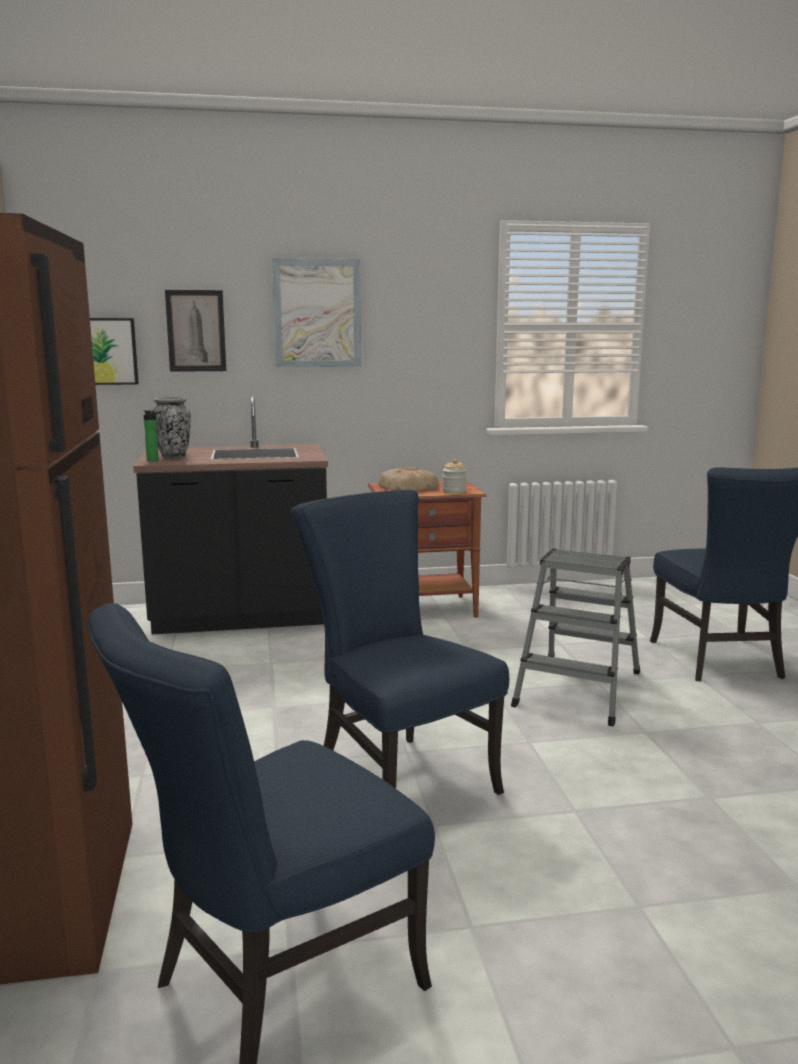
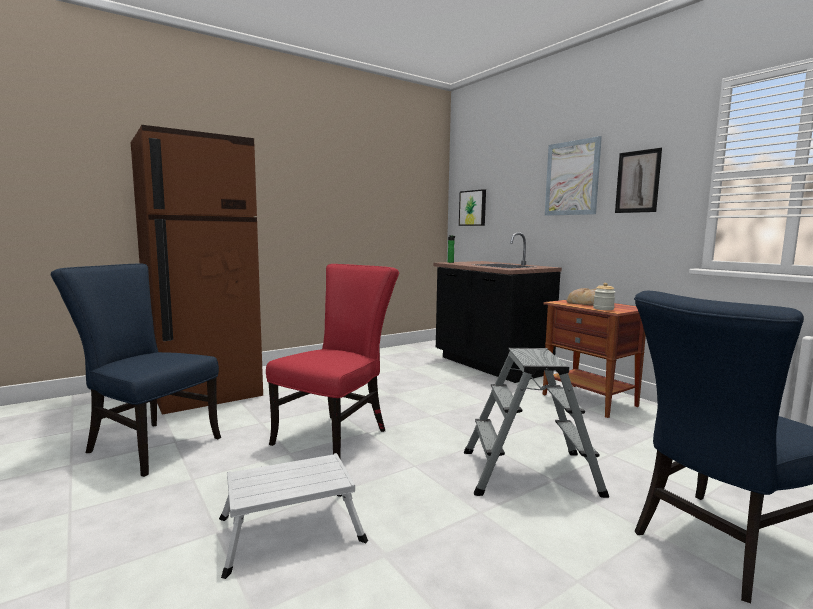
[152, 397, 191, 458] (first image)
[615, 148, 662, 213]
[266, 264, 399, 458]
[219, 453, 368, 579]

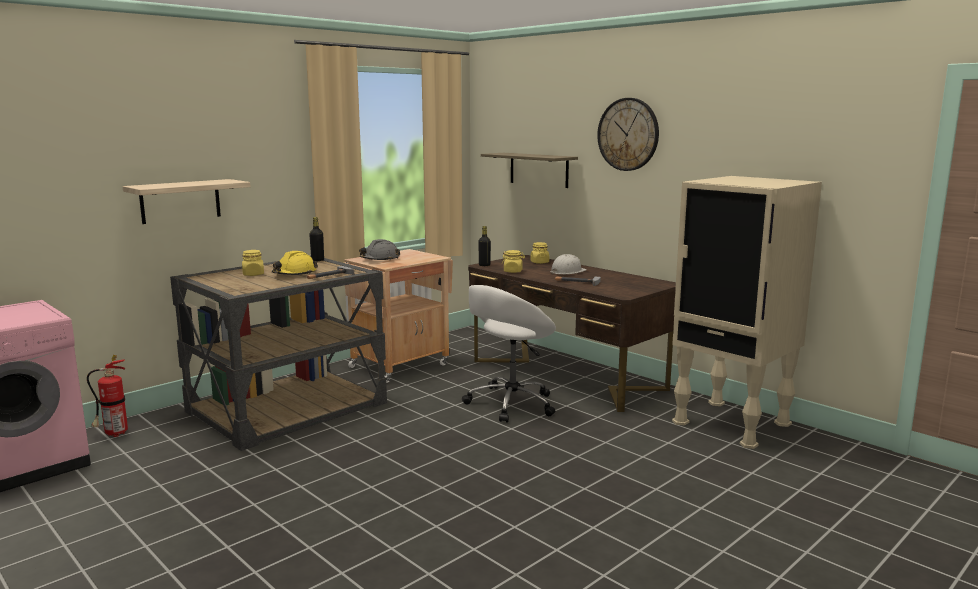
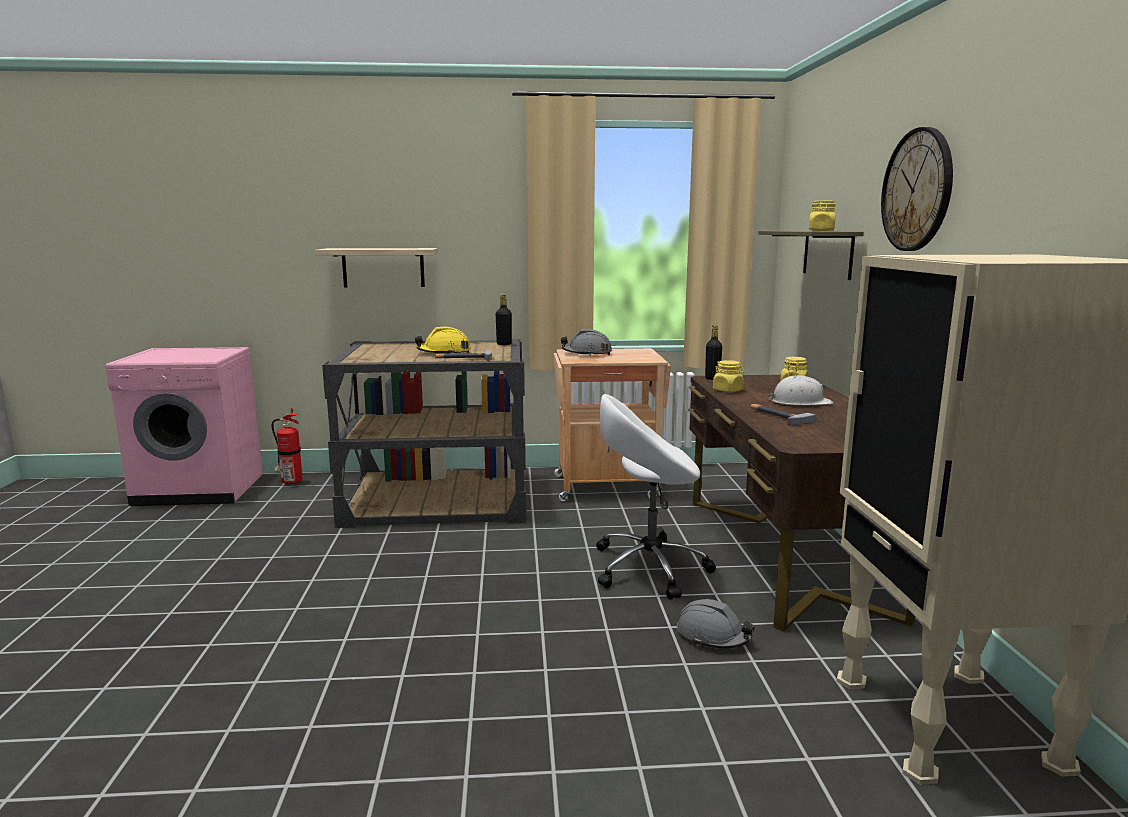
[809, 201, 836, 231]
[677, 599, 755, 649]

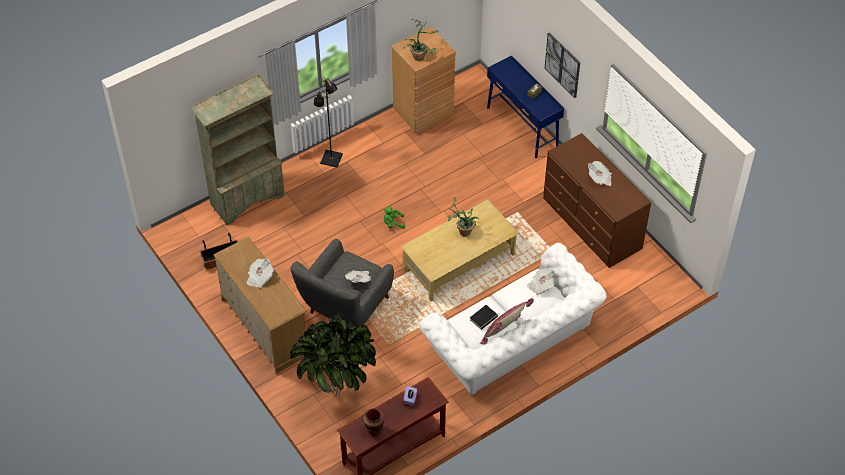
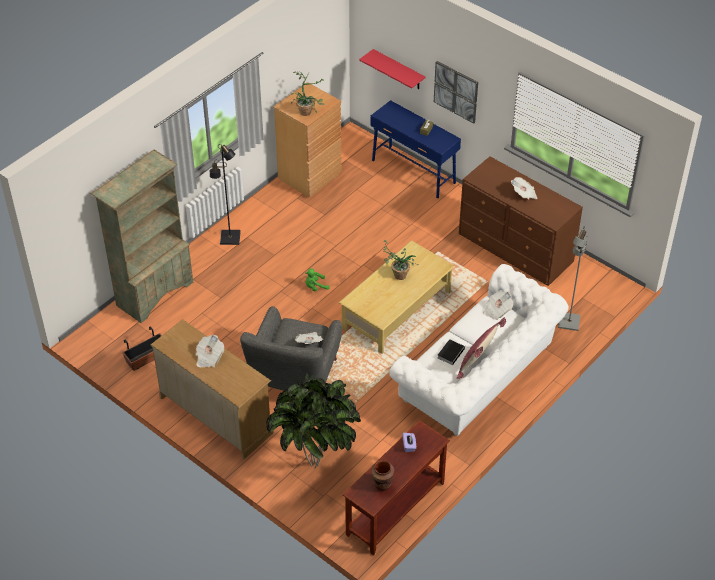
[359, 49, 426, 89]
[558, 226, 588, 331]

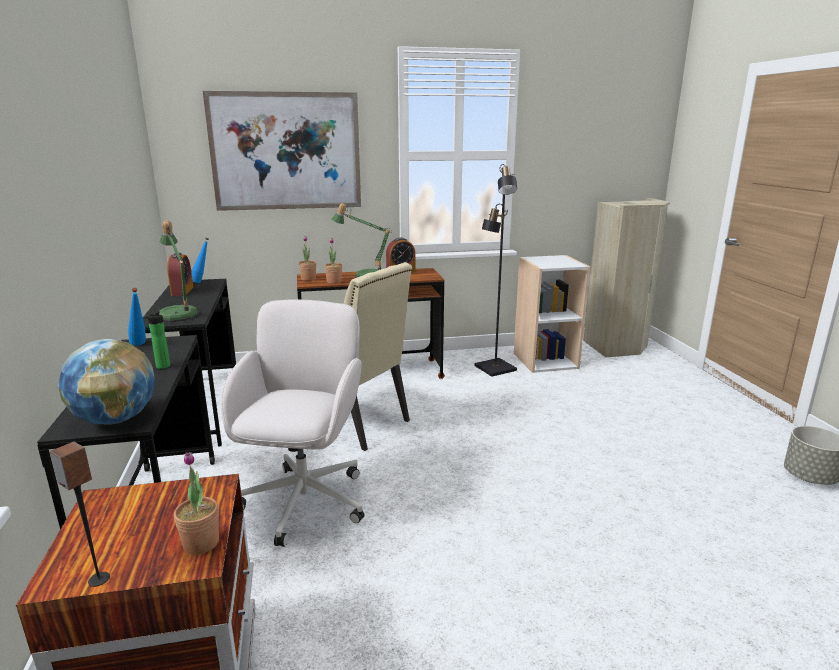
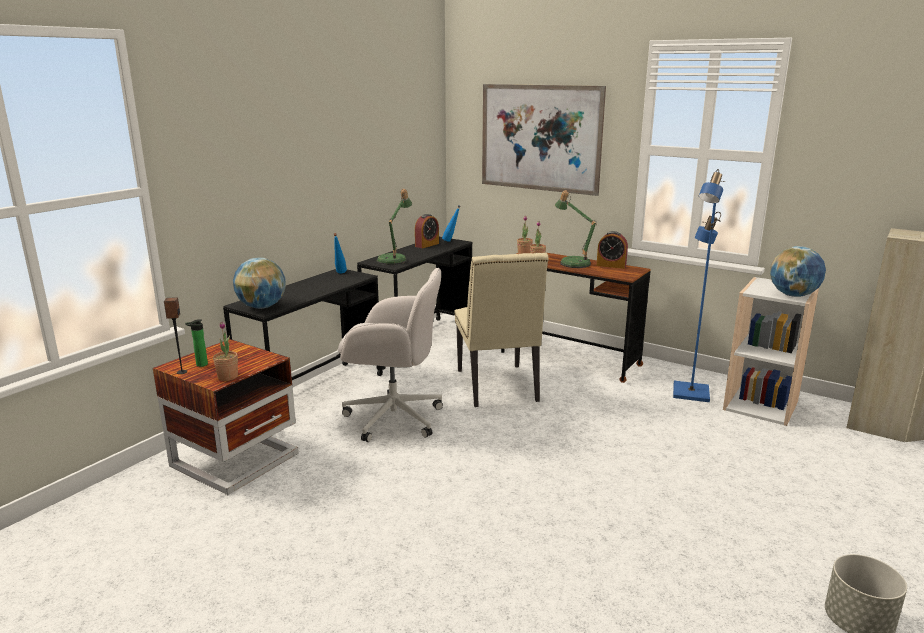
[185, 319, 208, 367]
[338, 268, 443, 442]
[673, 169, 725, 402]
[770, 246, 826, 297]

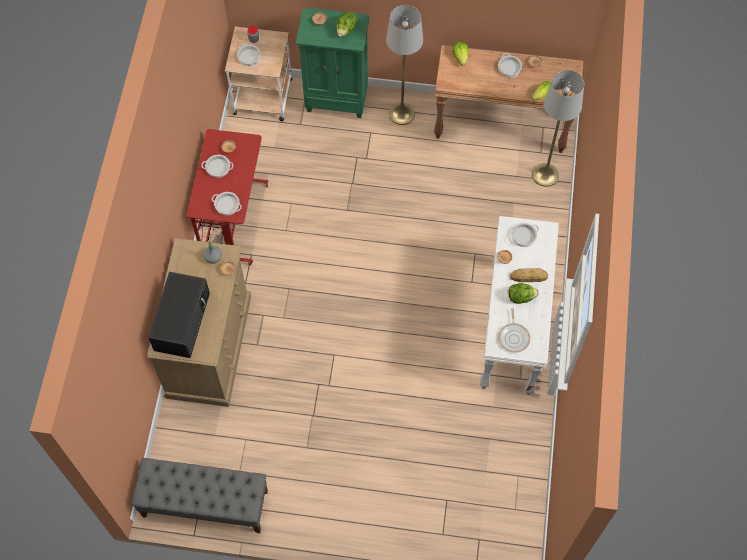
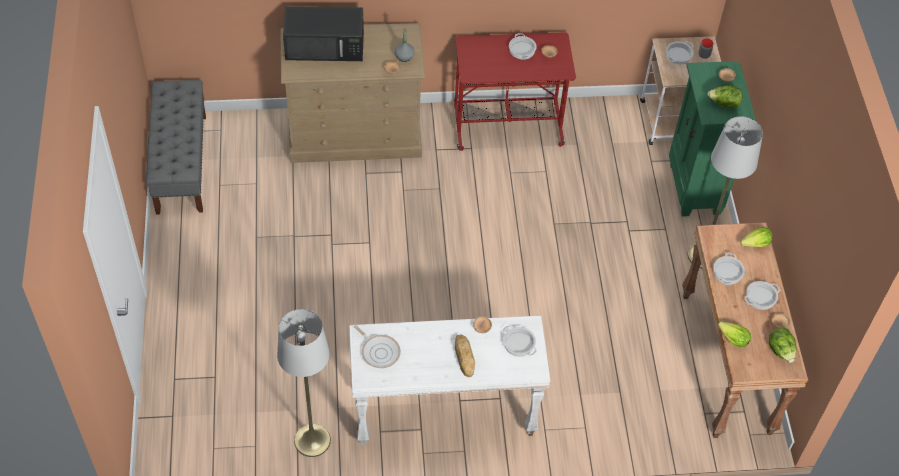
[713, 253, 745, 285]
[354, 325, 401, 368]
[769, 327, 797, 363]
[277, 309, 331, 457]

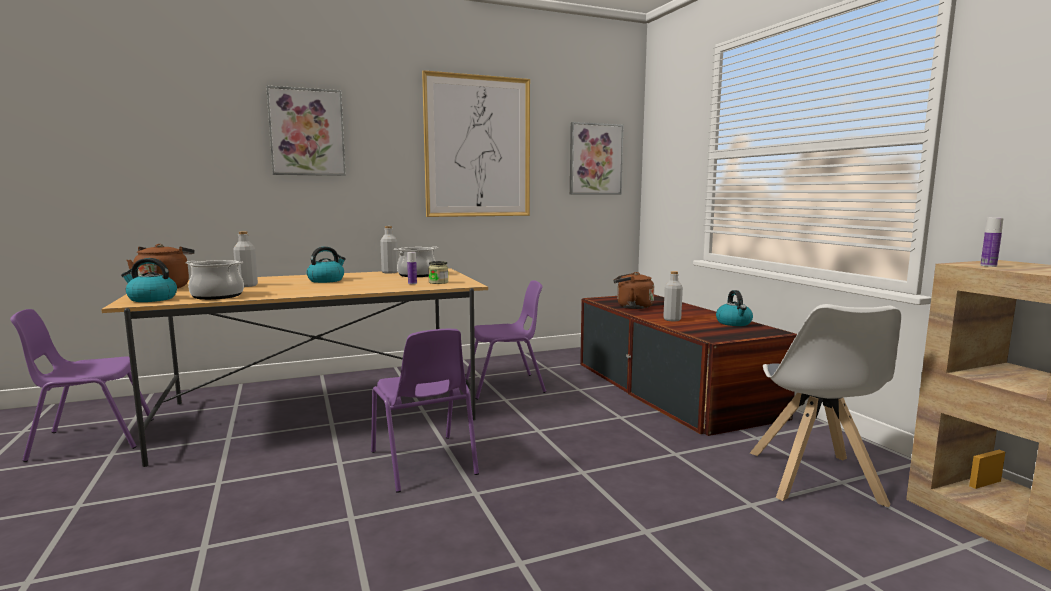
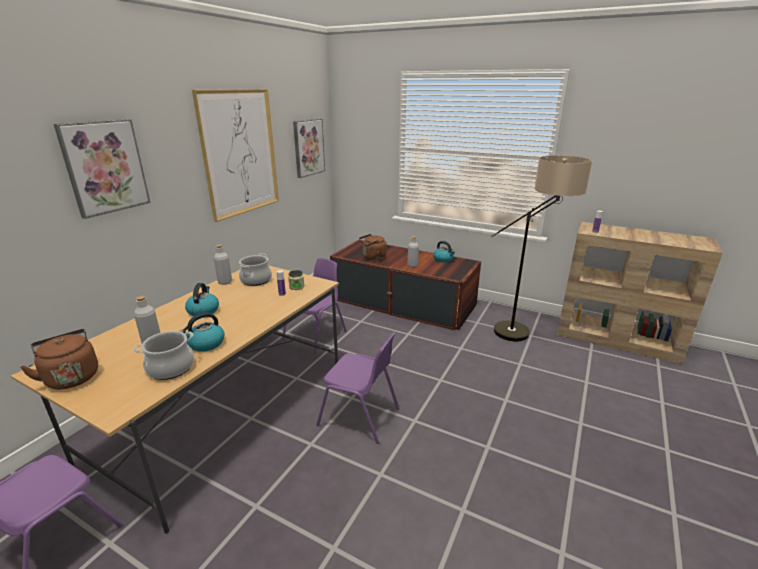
[180, 312, 224, 352]
[491, 156, 592, 342]

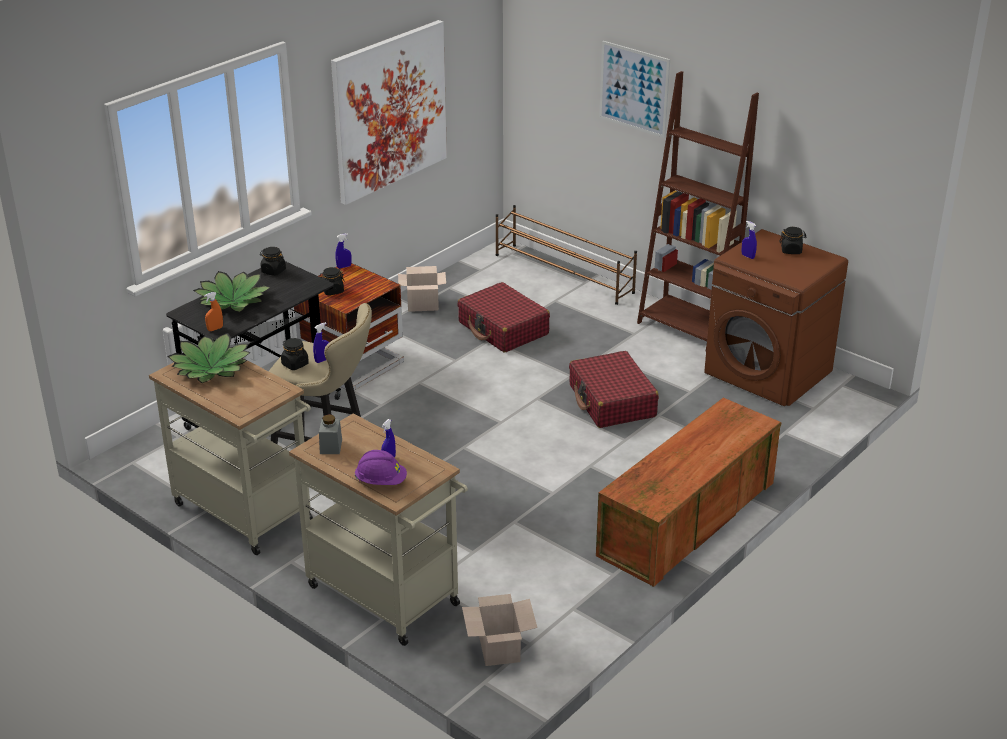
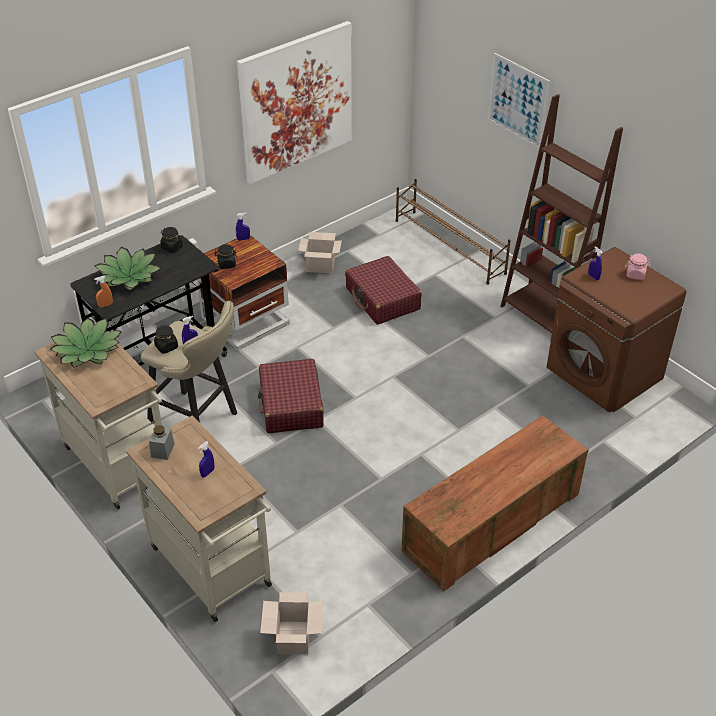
[354, 450, 407, 485] (first image)
[258, 359, 324, 433]
[625, 254, 651, 280]

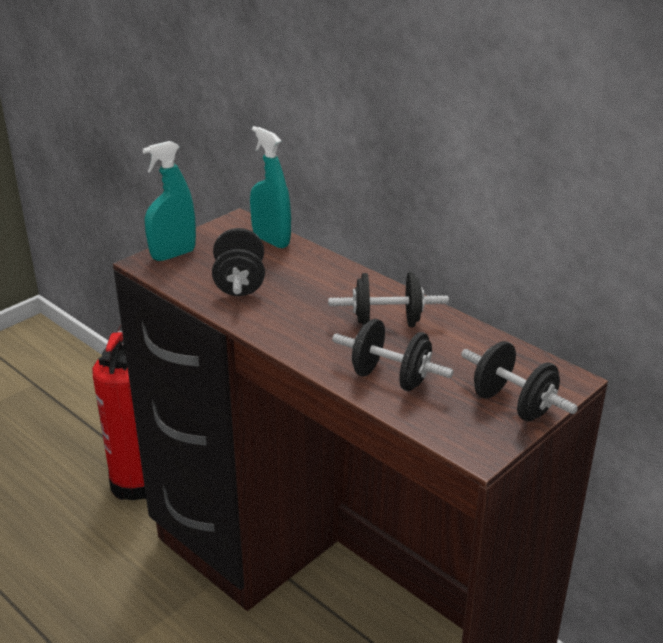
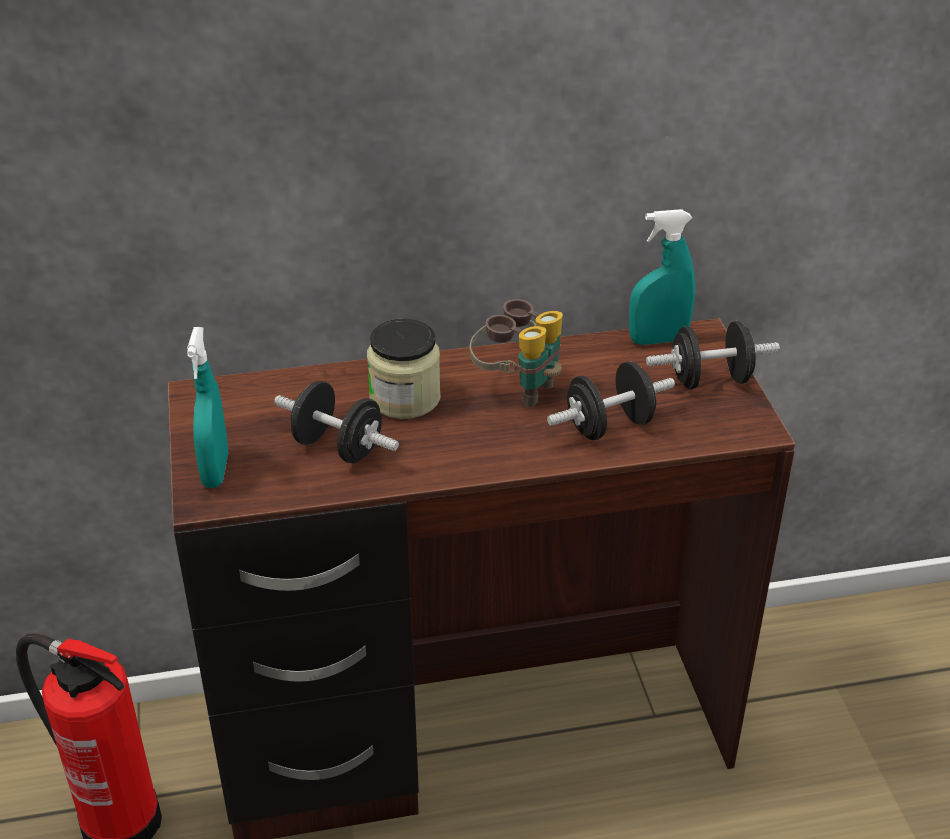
[629, 209, 695, 345]
[470, 299, 563, 407]
[367, 319, 441, 419]

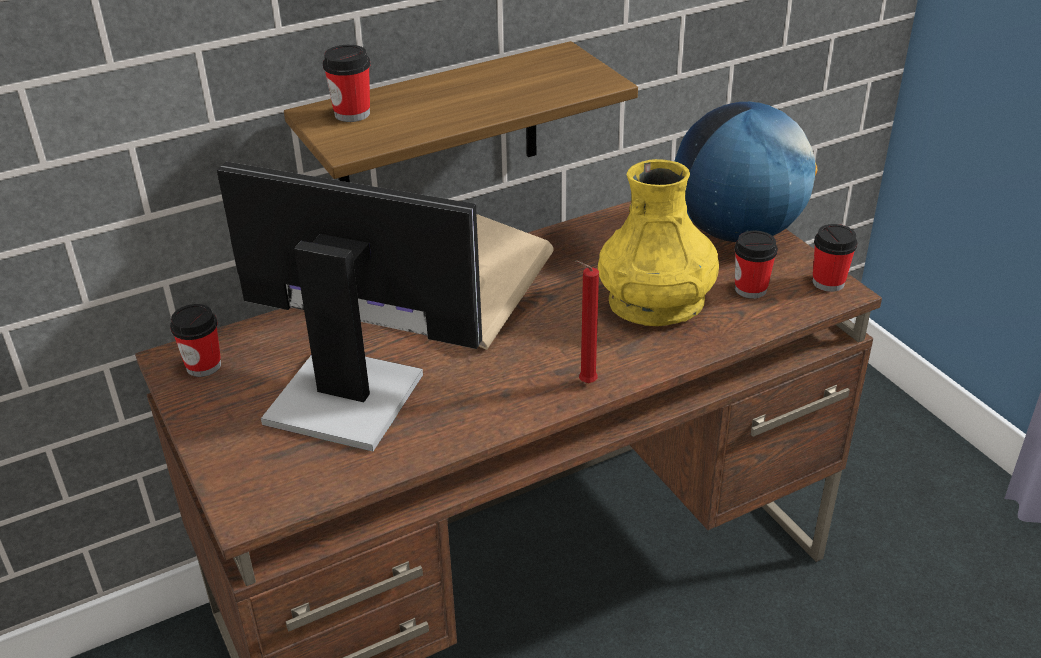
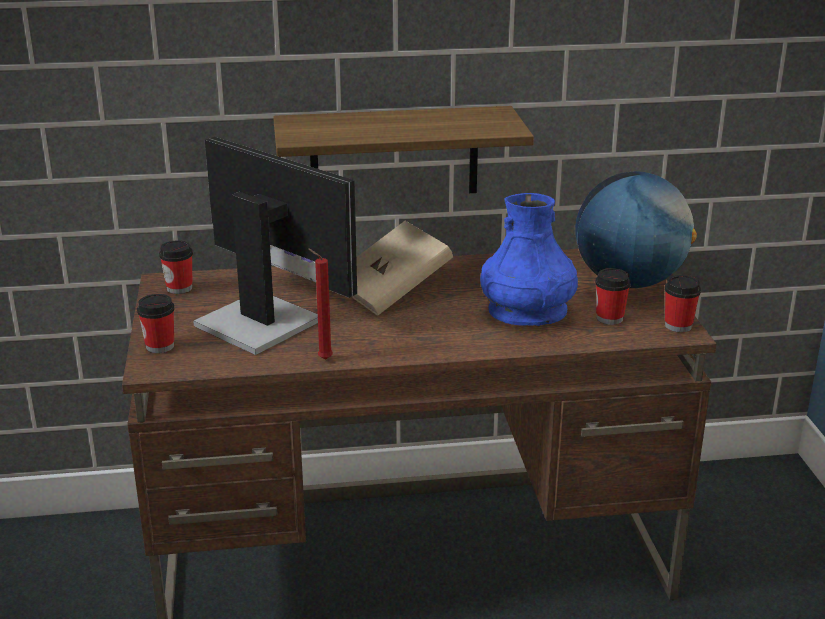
[137, 294, 175, 353]
[308, 248, 333, 360]
[480, 193, 578, 326]

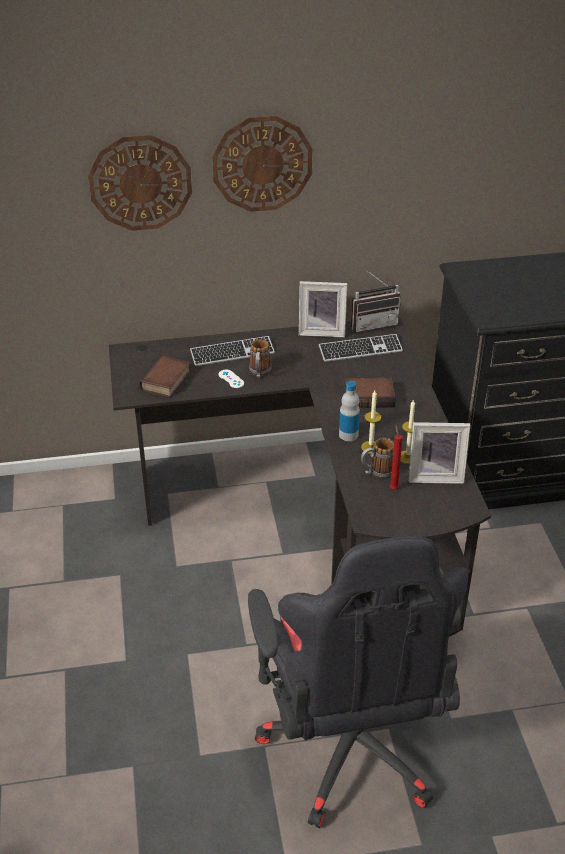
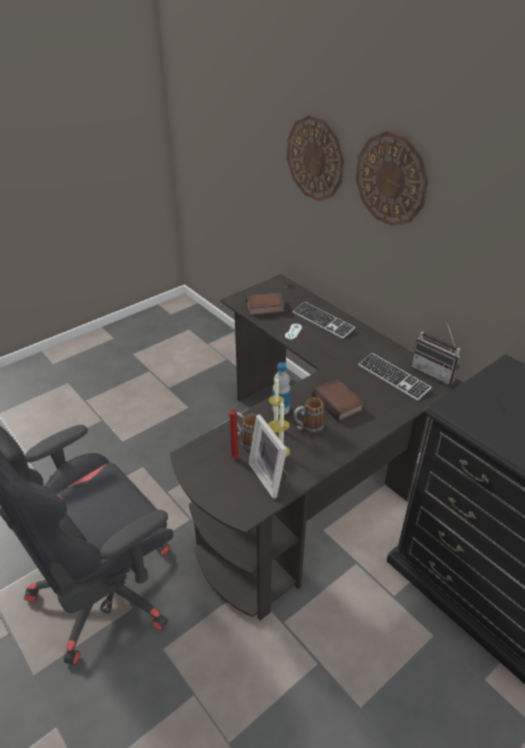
[293, 397, 324, 433]
[299, 281, 347, 337] (first image)

